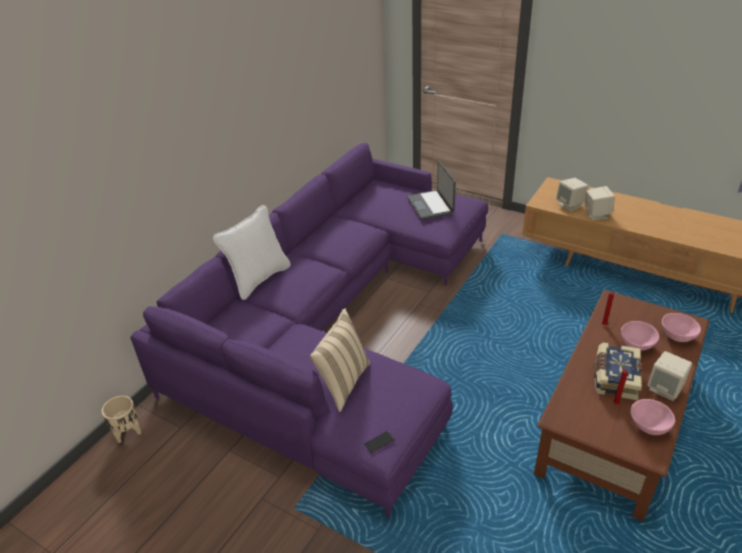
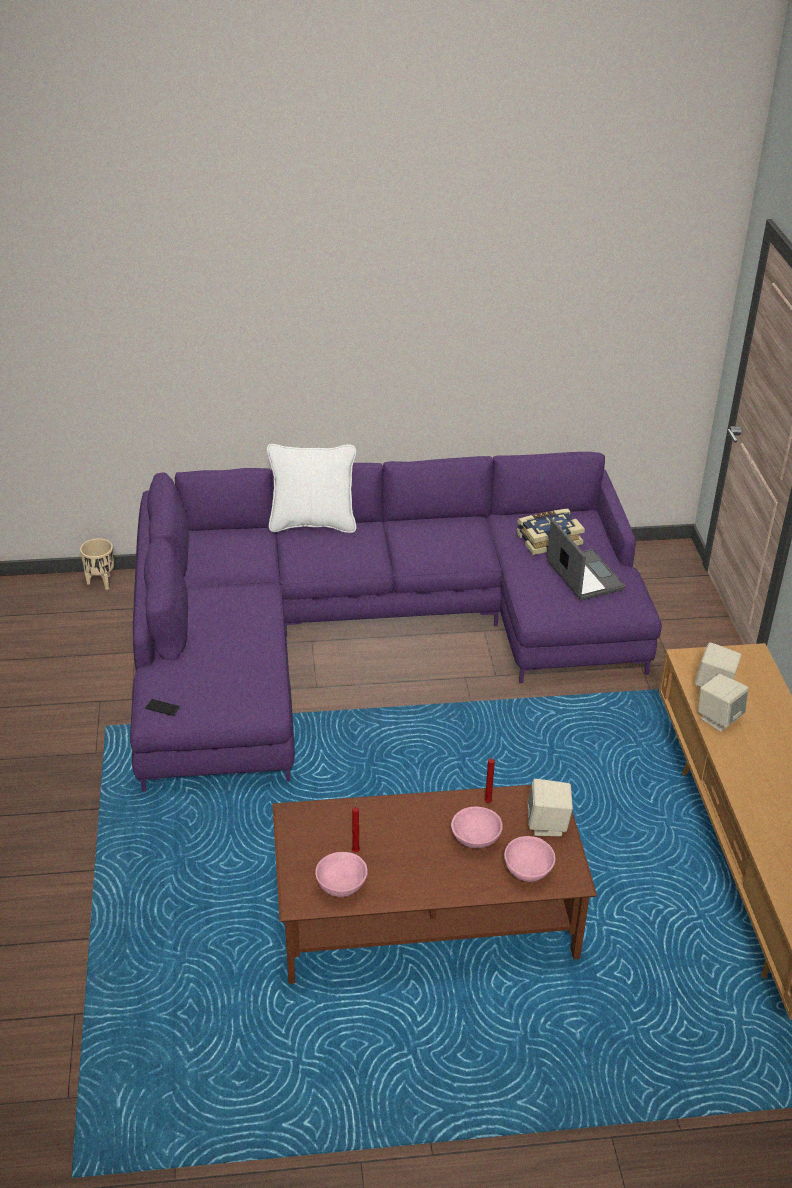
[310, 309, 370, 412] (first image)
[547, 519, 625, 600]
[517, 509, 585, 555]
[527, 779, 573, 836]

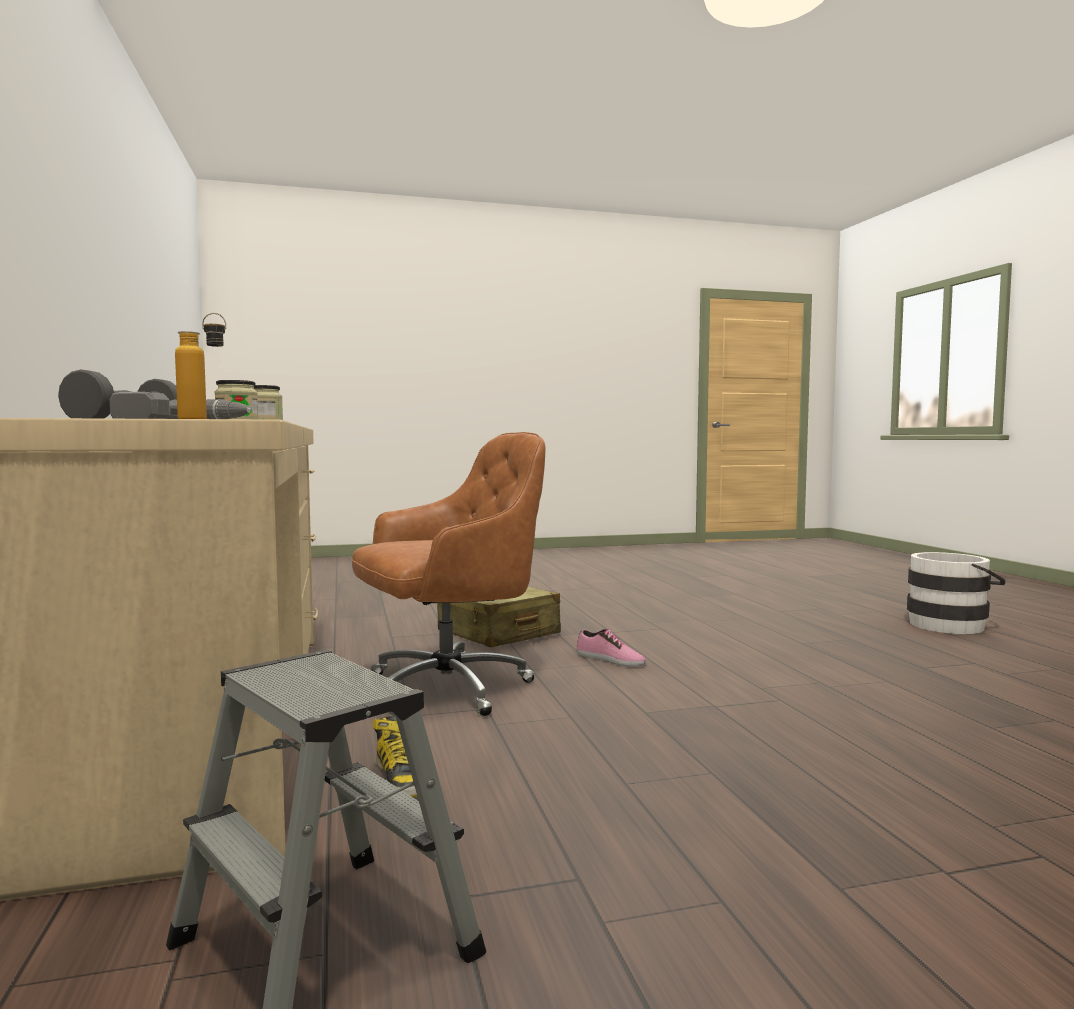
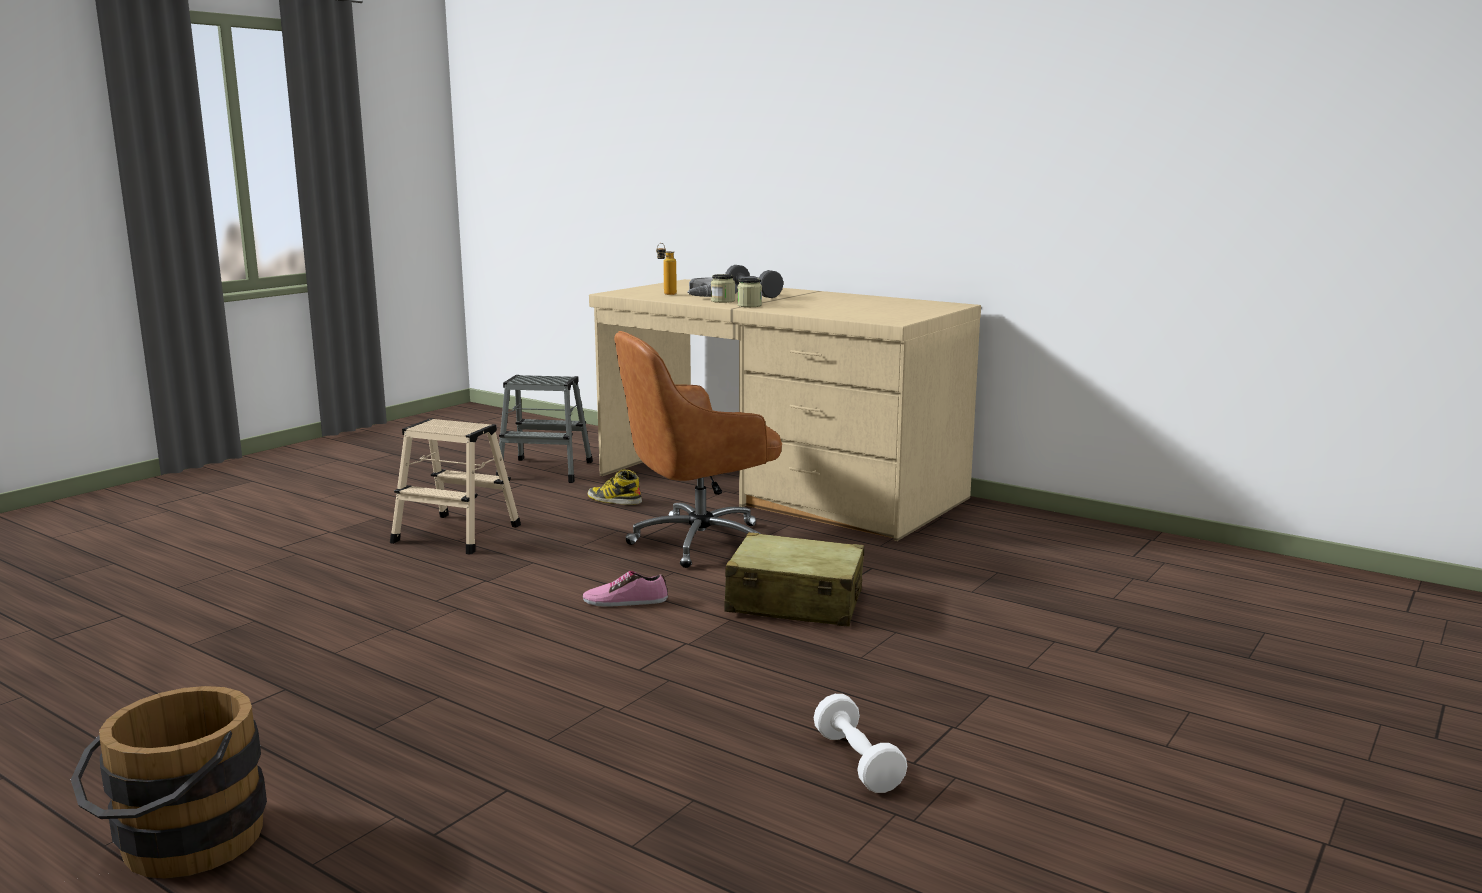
[614, 331, 782, 568]
[71, 686, 267, 879]
[390, 418, 521, 555]
[814, 694, 907, 793]

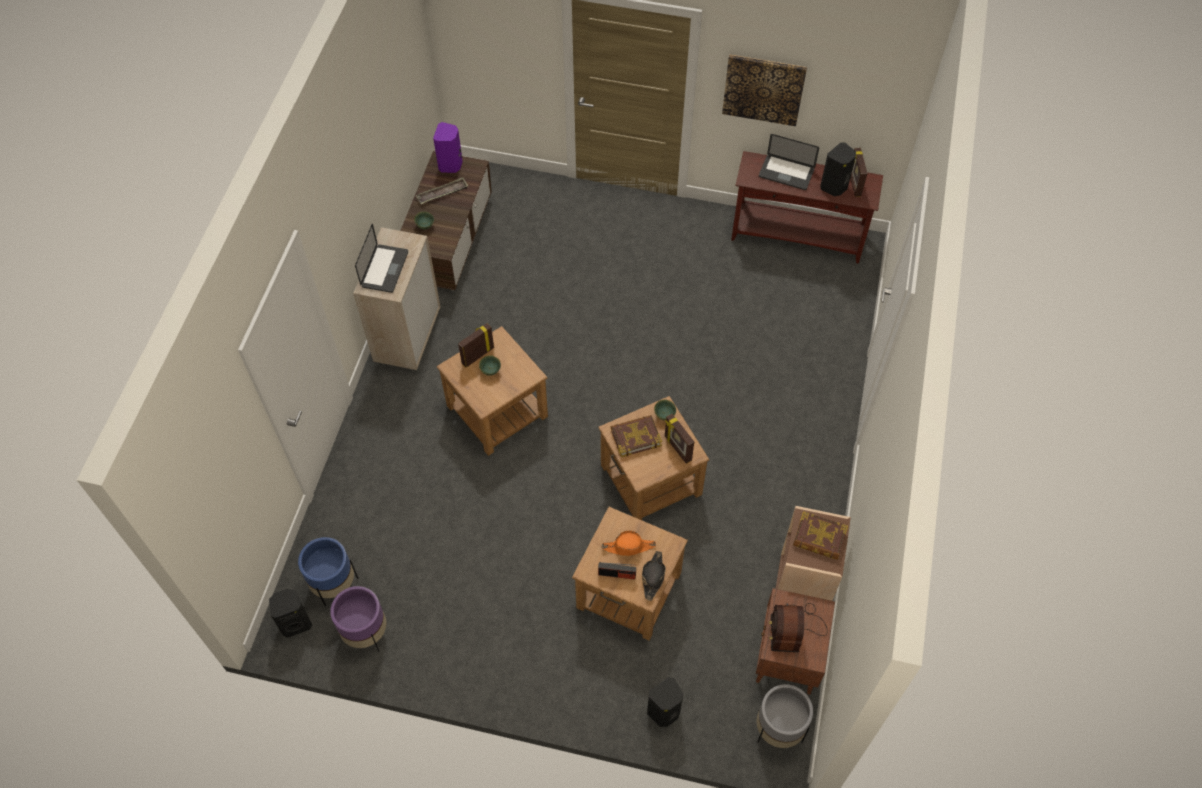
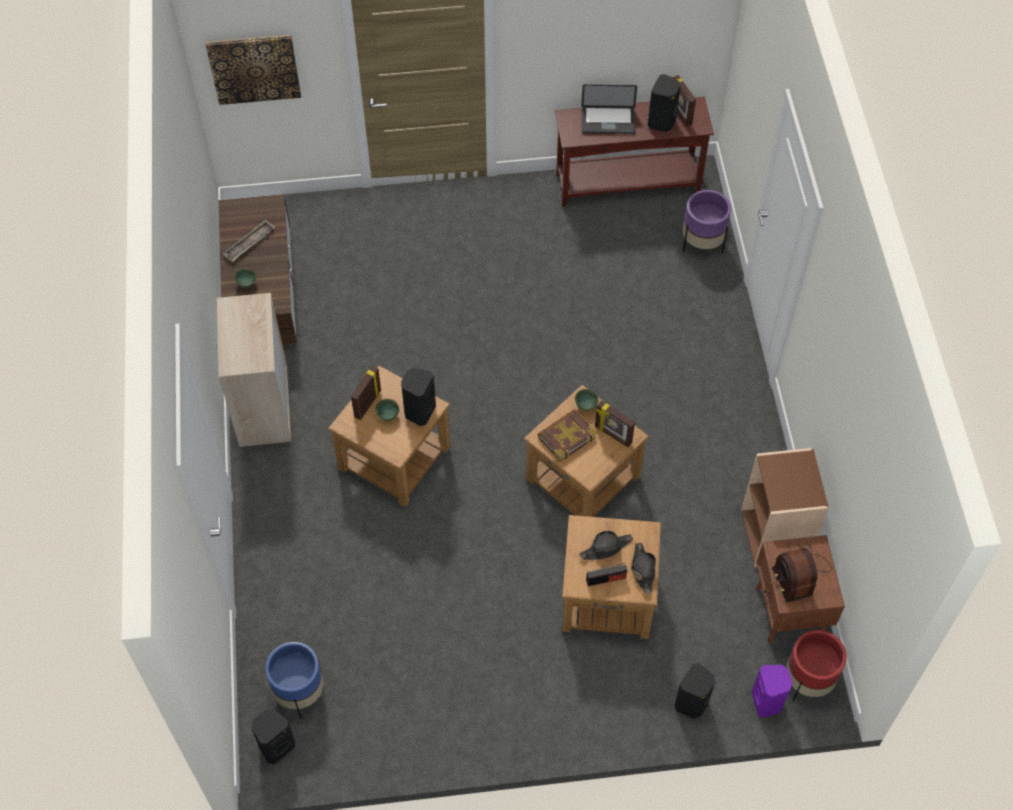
[683, 190, 731, 254]
[355, 224, 408, 293] (first image)
[752, 665, 793, 718]
[580, 531, 633, 560]
[206, 35, 301, 105]
[786, 630, 847, 701]
[793, 511, 848, 560] (first image)
[401, 368, 436, 426]

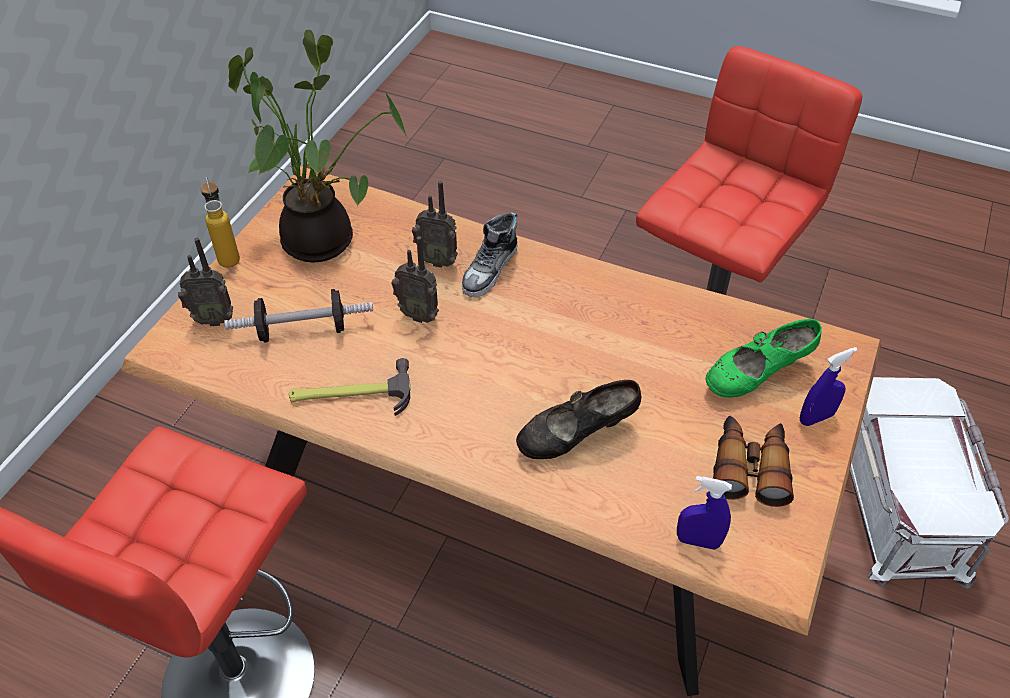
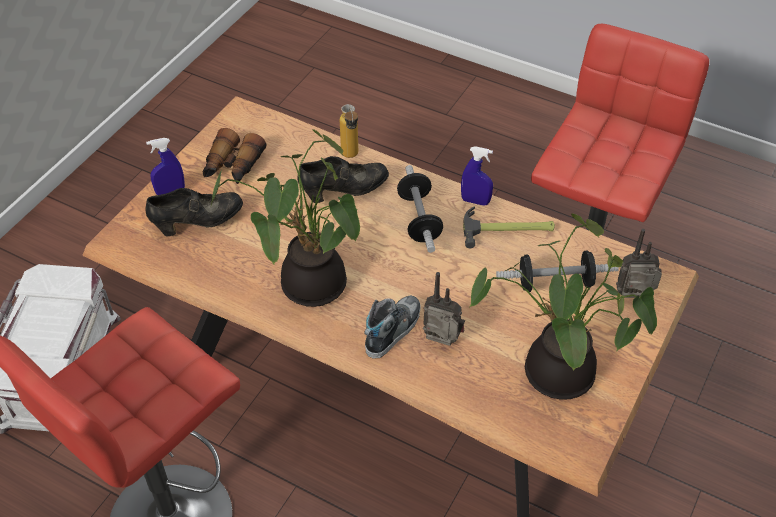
[340, 104, 358, 158]
[391, 236, 439, 323] (first image)
[461, 146, 493, 206]
[146, 188, 243, 237]
[211, 129, 360, 307]
[397, 165, 443, 253]

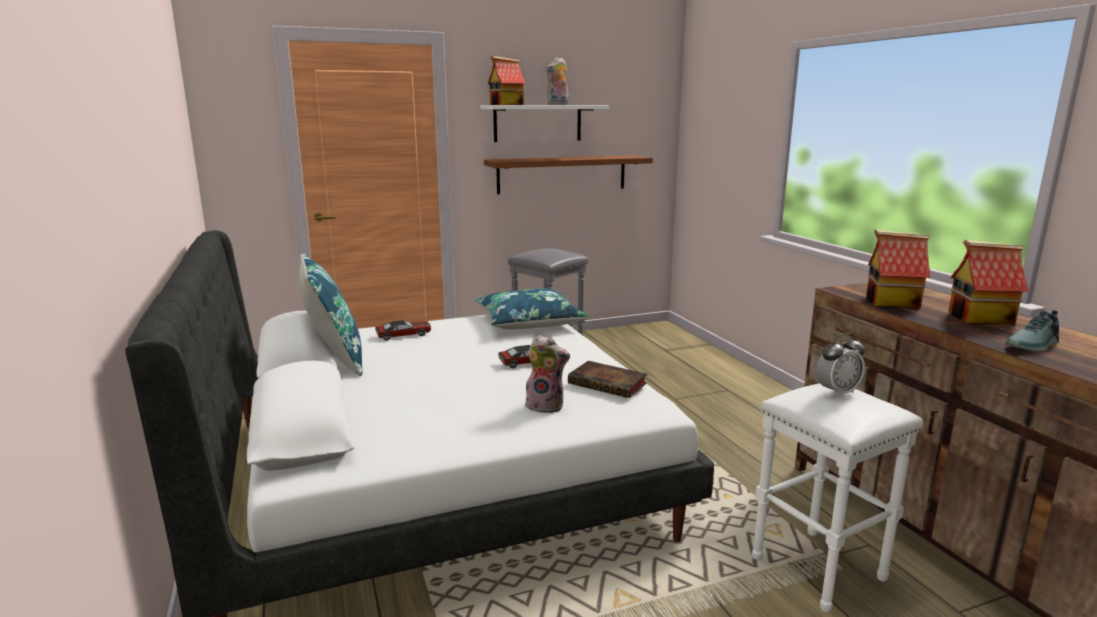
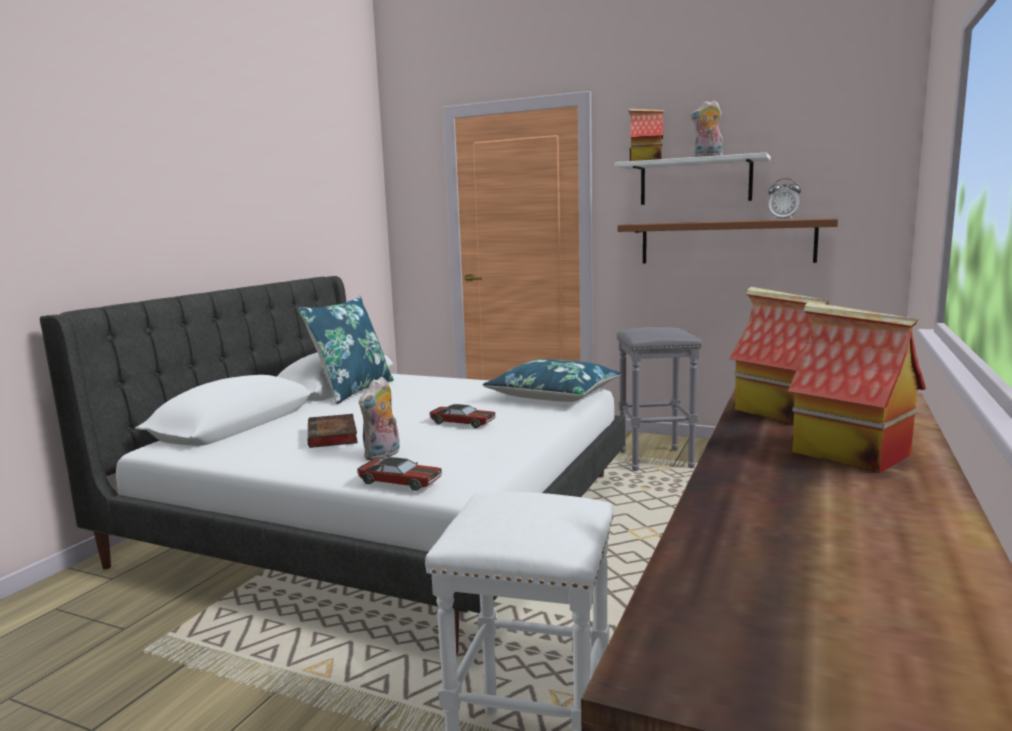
[357, 457, 442, 491]
[359, 376, 400, 460]
[308, 414, 358, 448]
[768, 178, 801, 220]
[1005, 310, 1059, 352] (first image)

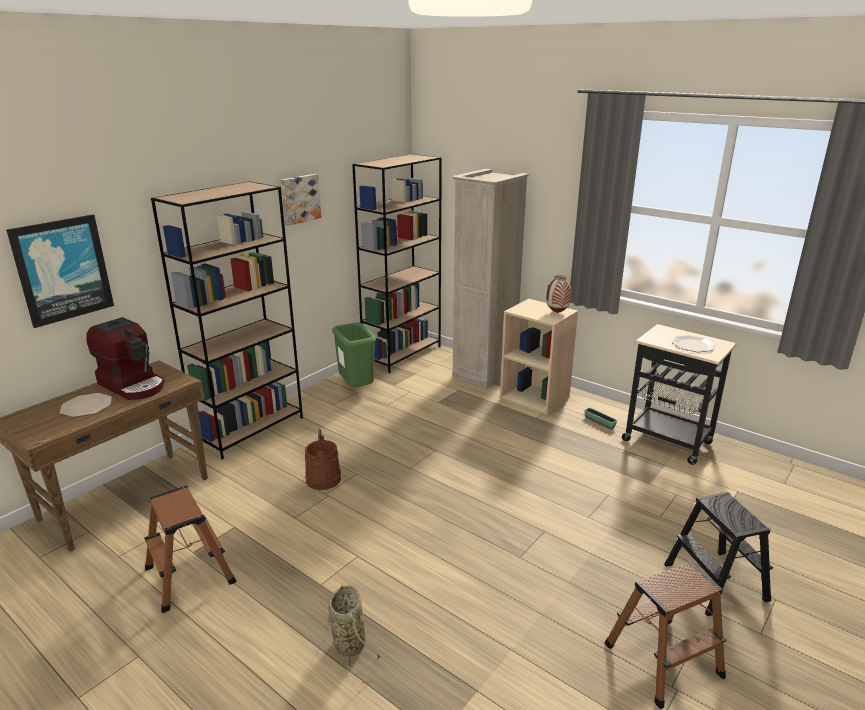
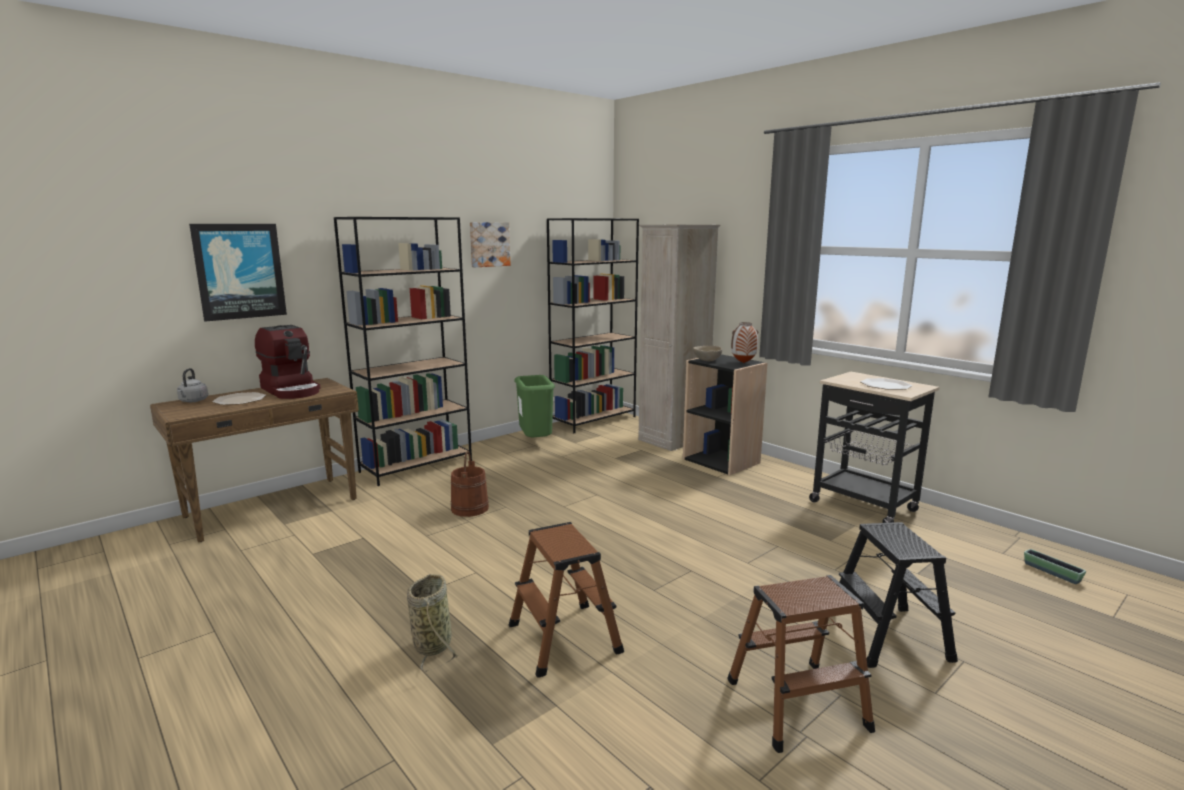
[509, 522, 624, 678]
[683, 354, 768, 475]
[1024, 549, 1086, 584]
[177, 368, 208, 402]
[693, 346, 722, 361]

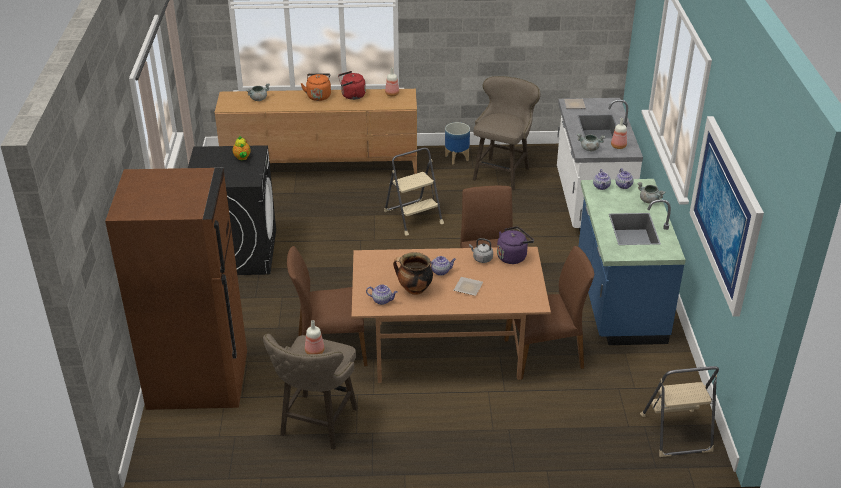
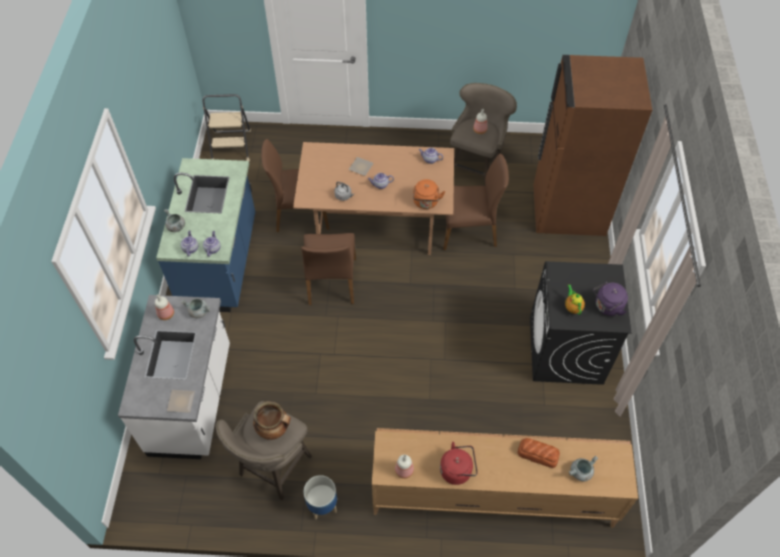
[413, 179, 445, 209]
[384, 148, 444, 235] (first image)
[253, 401, 291, 440]
[593, 282, 628, 316]
[690, 116, 764, 317] (first image)
[518, 438, 560, 468]

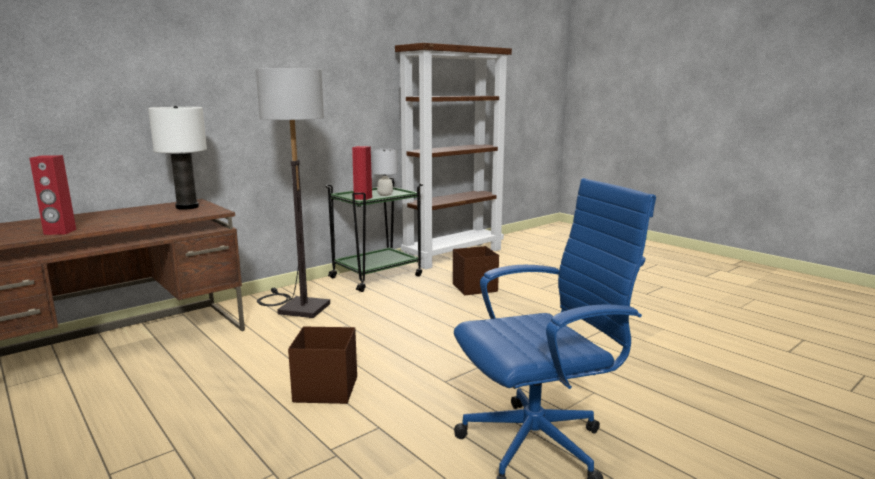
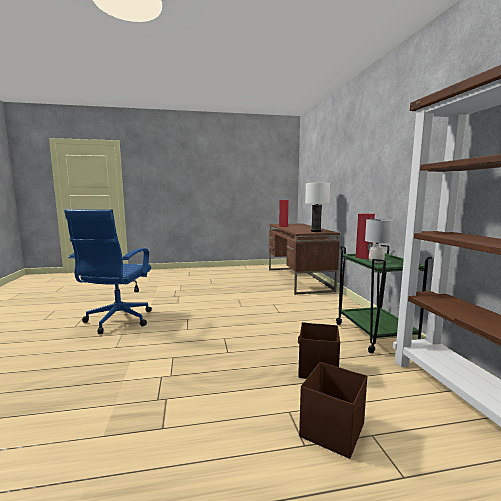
[256, 68, 330, 318] (first image)
[299, 362, 367, 459]

